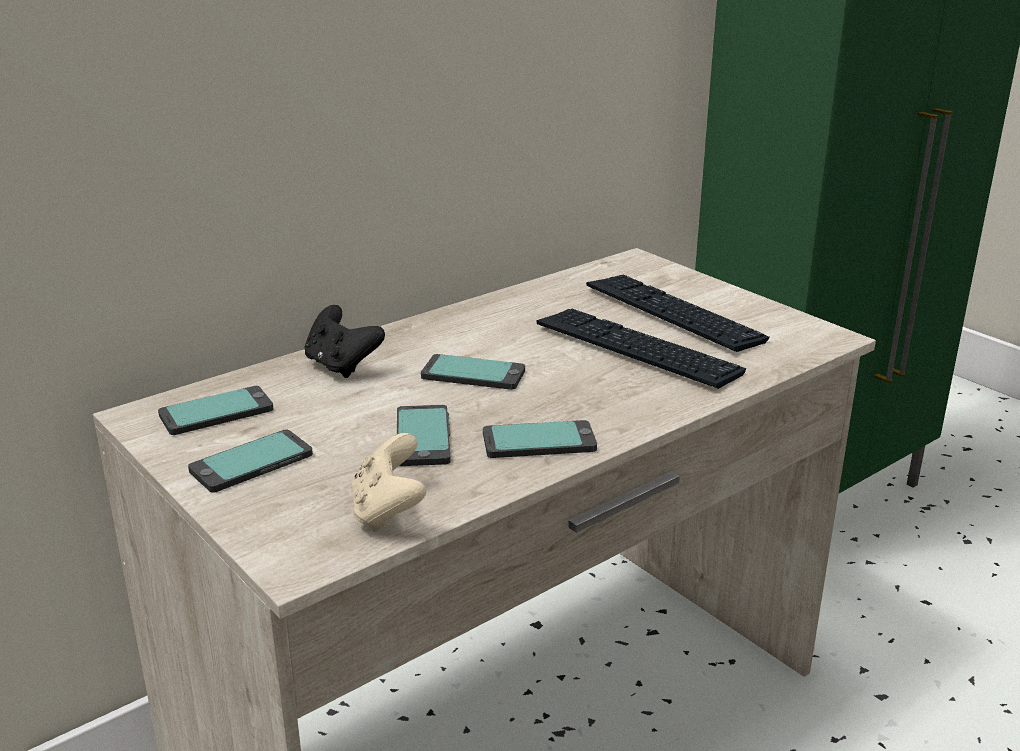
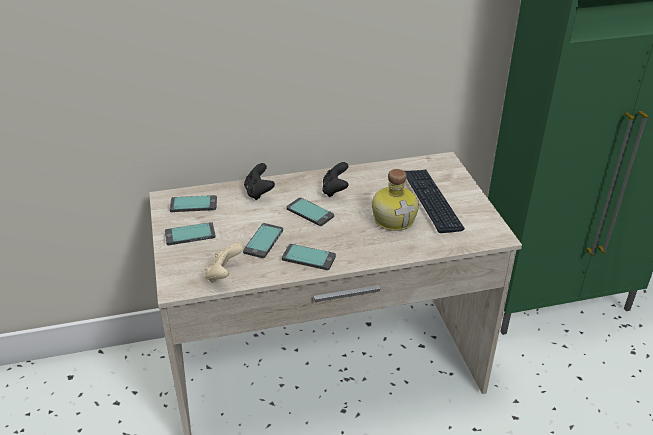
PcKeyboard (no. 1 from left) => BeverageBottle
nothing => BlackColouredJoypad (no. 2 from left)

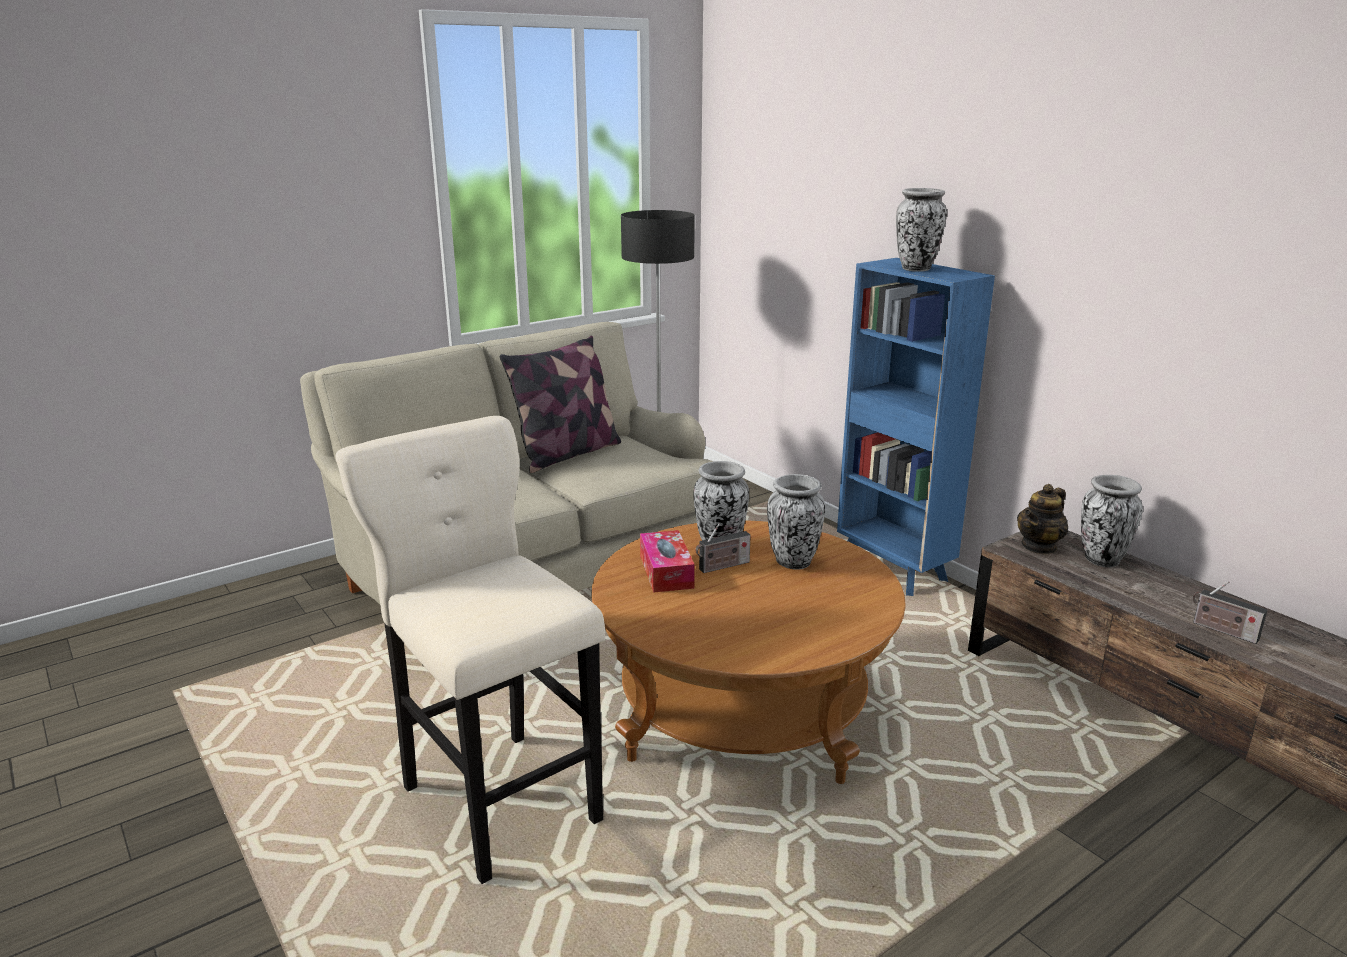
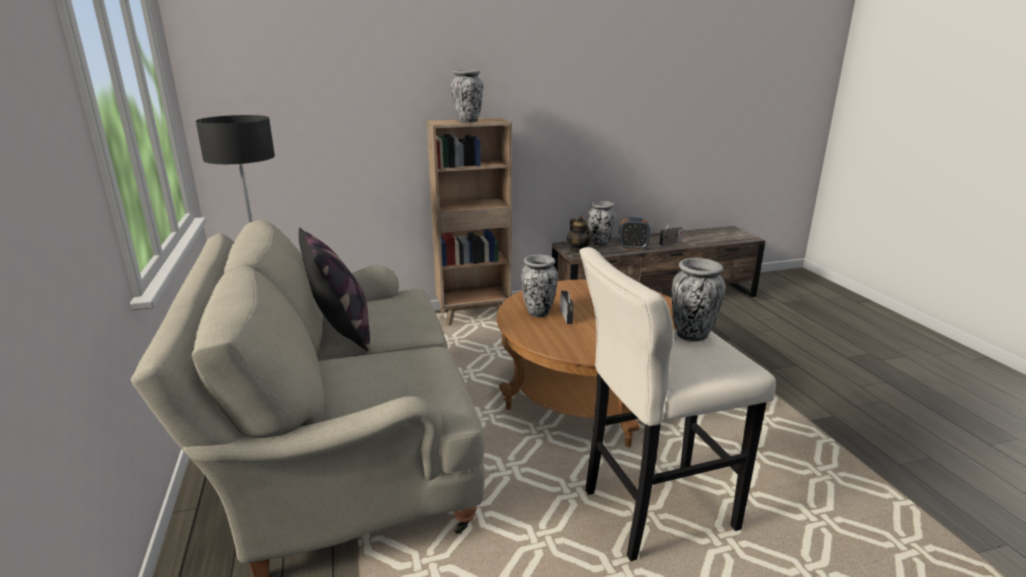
BlueBookcase => BrownBookcase
DecorativeVase (no. 2 from left in the first image) => DecorativeVase (no. 4 from left), relocated
BoxOfTissues => nothing
nothing => TableClock

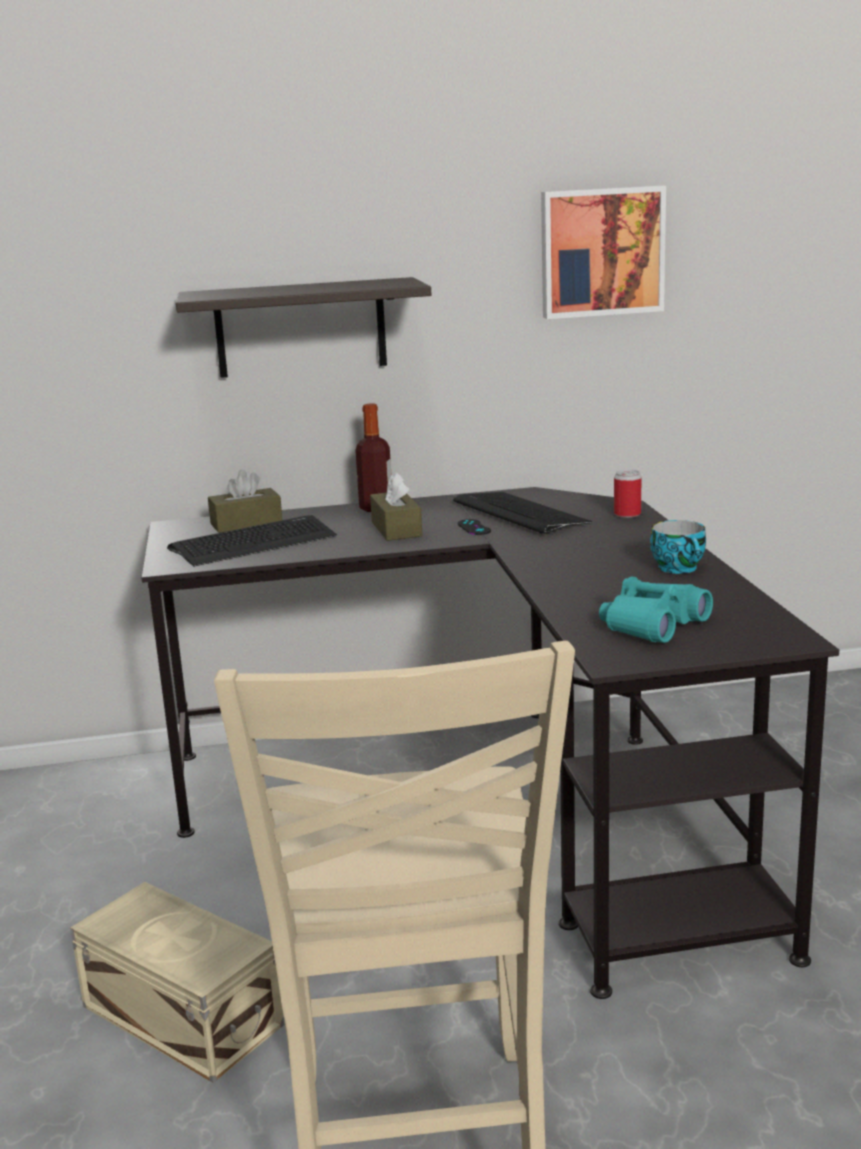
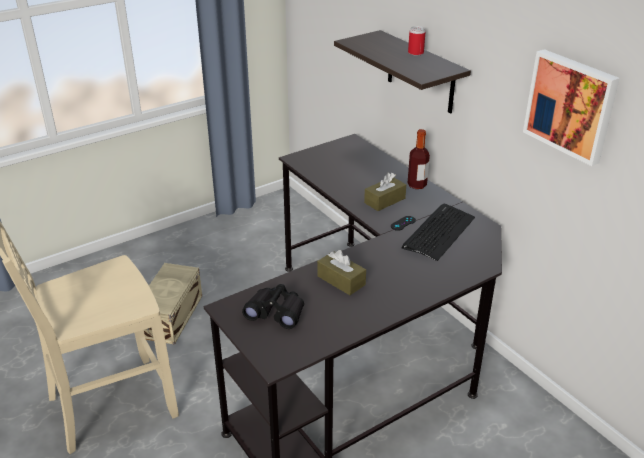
BrownBoxOfTissues (no. 1 from left), relocated
Can, relocated
PcKeyboard (no. 1 from left) => nothing
DrinkingCup => nothing
TurquoiseBinoculars => BlackColouredBinoculars

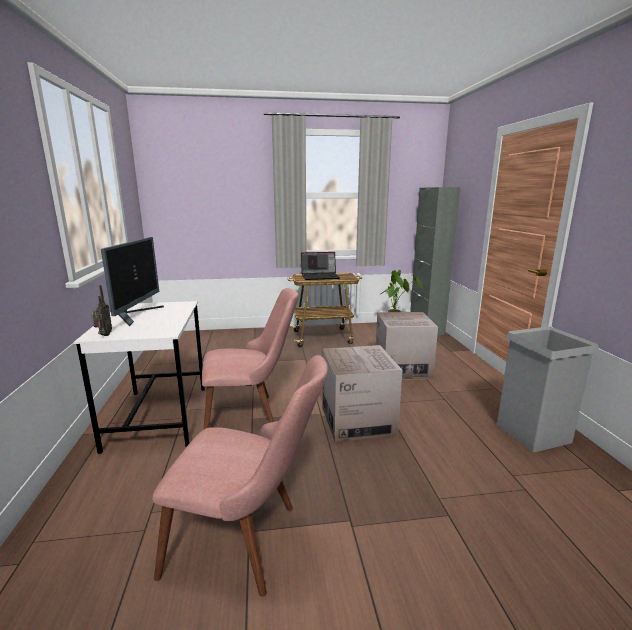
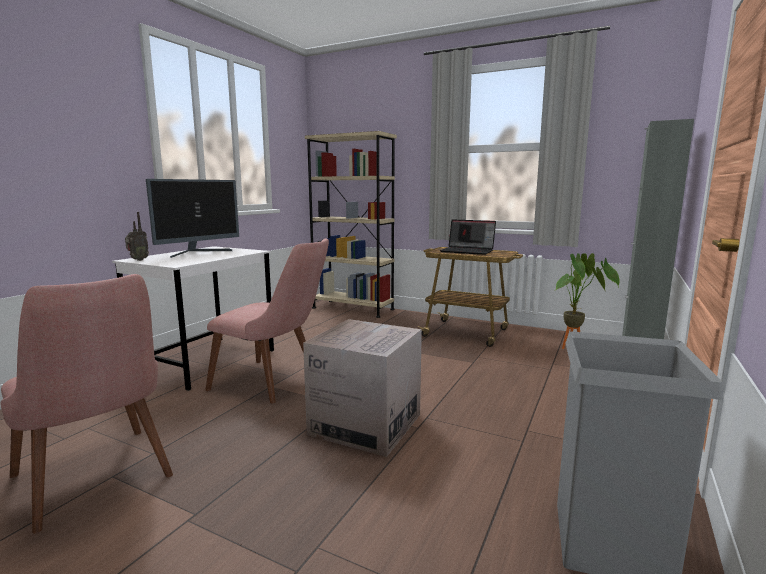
PackingBox (no. 2 from left) => nothing
nothing => BeigeColouredBookcase

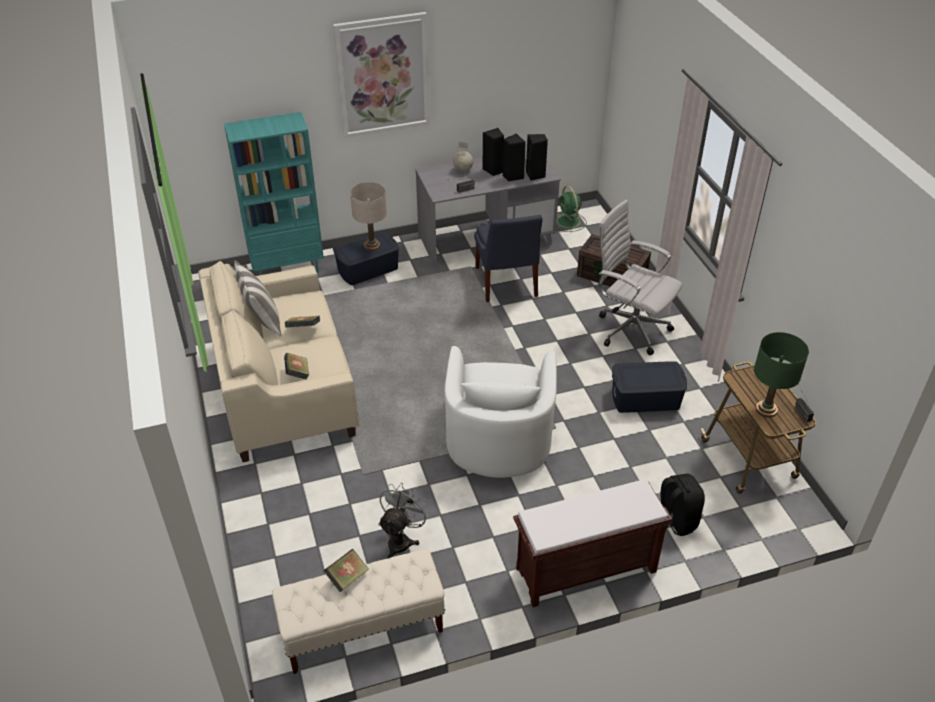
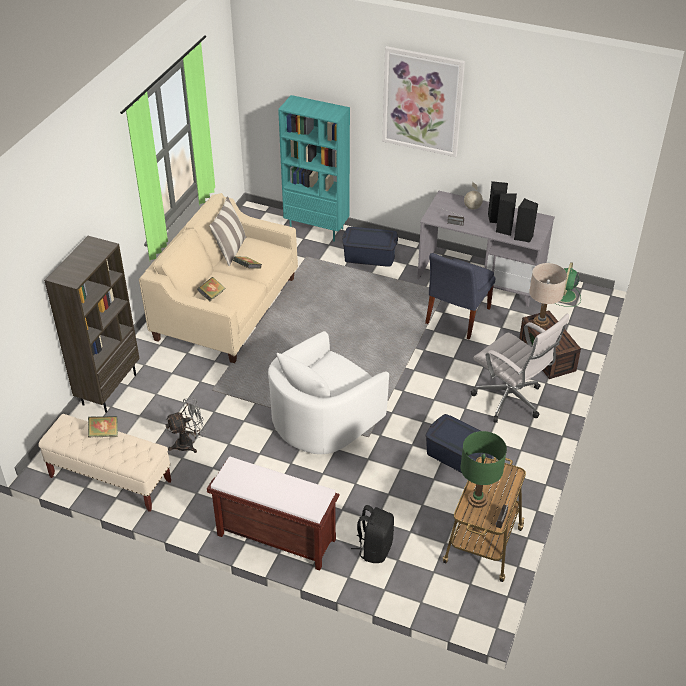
BeigeColouredLampForATable, relocated
WhiteComputerChair, 150 degrees clockwise
nothing => BrownBookcase

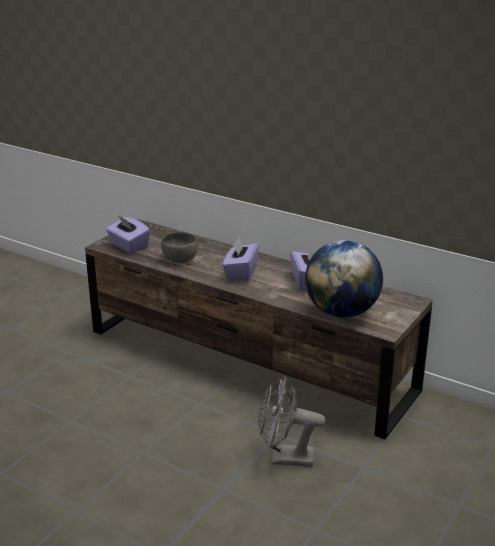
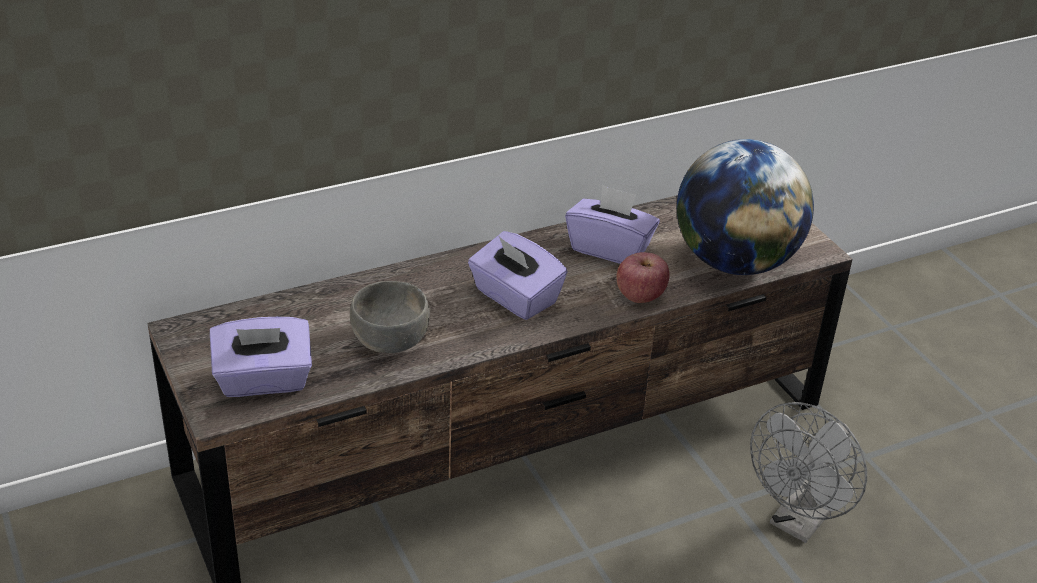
nothing => WholeApple

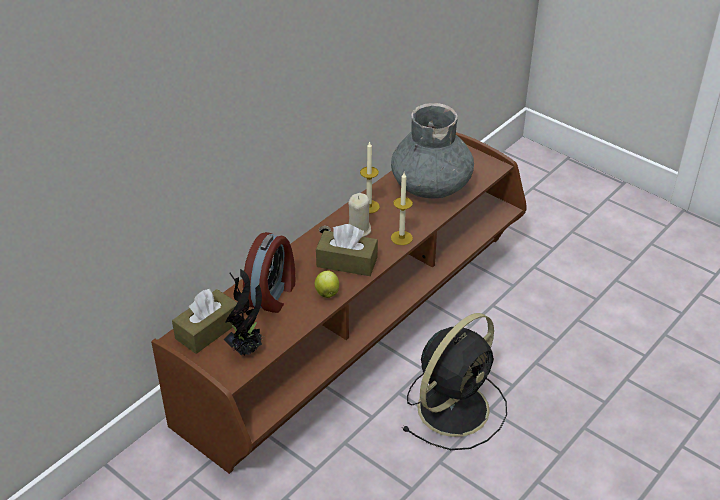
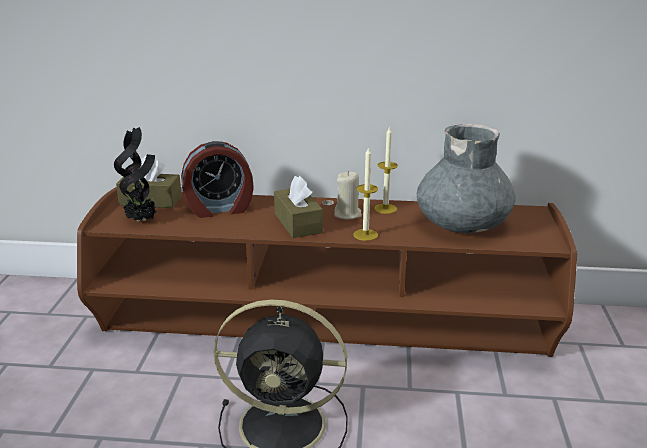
WholeApple => nothing

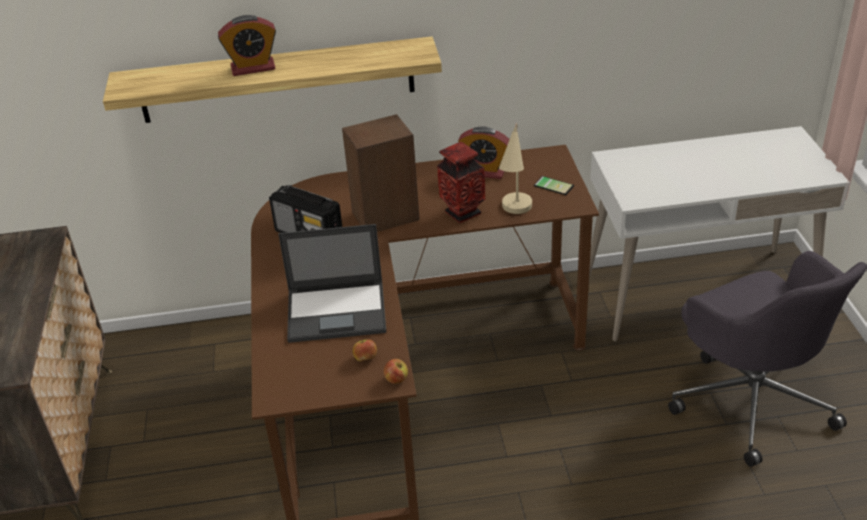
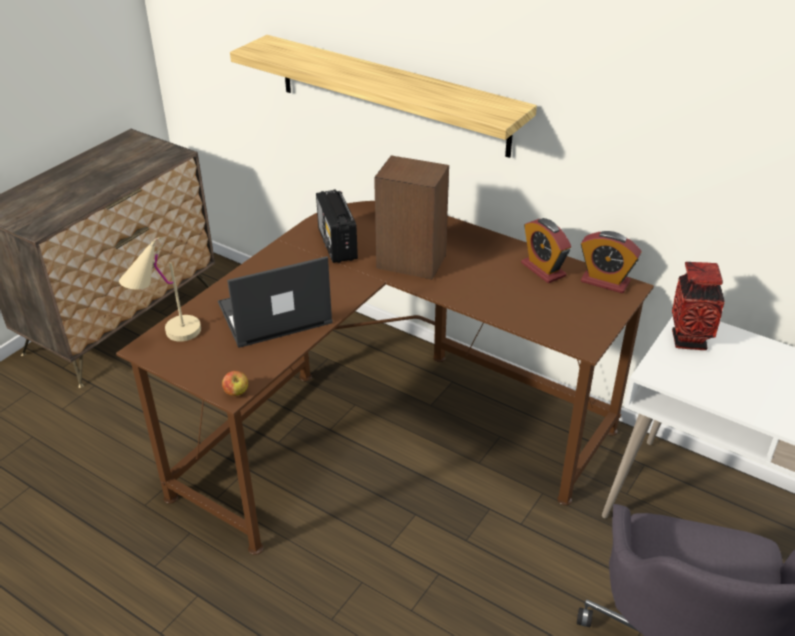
TableClock (no. 1 from left in the first image) => TableClock (no. 2 from left), relocated
BeigeColouredLampForATable, relocated
DecorativeVase, relocated
Phone => nothing
NotebookComputer, 120 degrees clockwise
WholeApple (no. 1 from left) => nothing

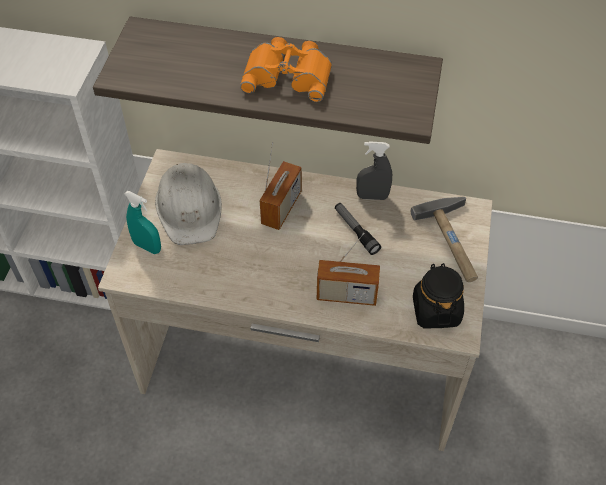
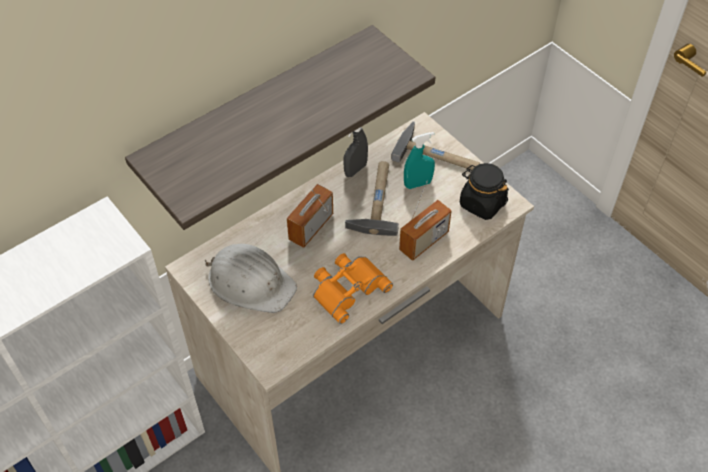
OrangeBinoculars, relocated
RadioReceiver (no. 1 from left), 120 degrees counterclockwise
TurquoiseHandSprayer, relocated
Torch => HandHammer (no. 1 from left)

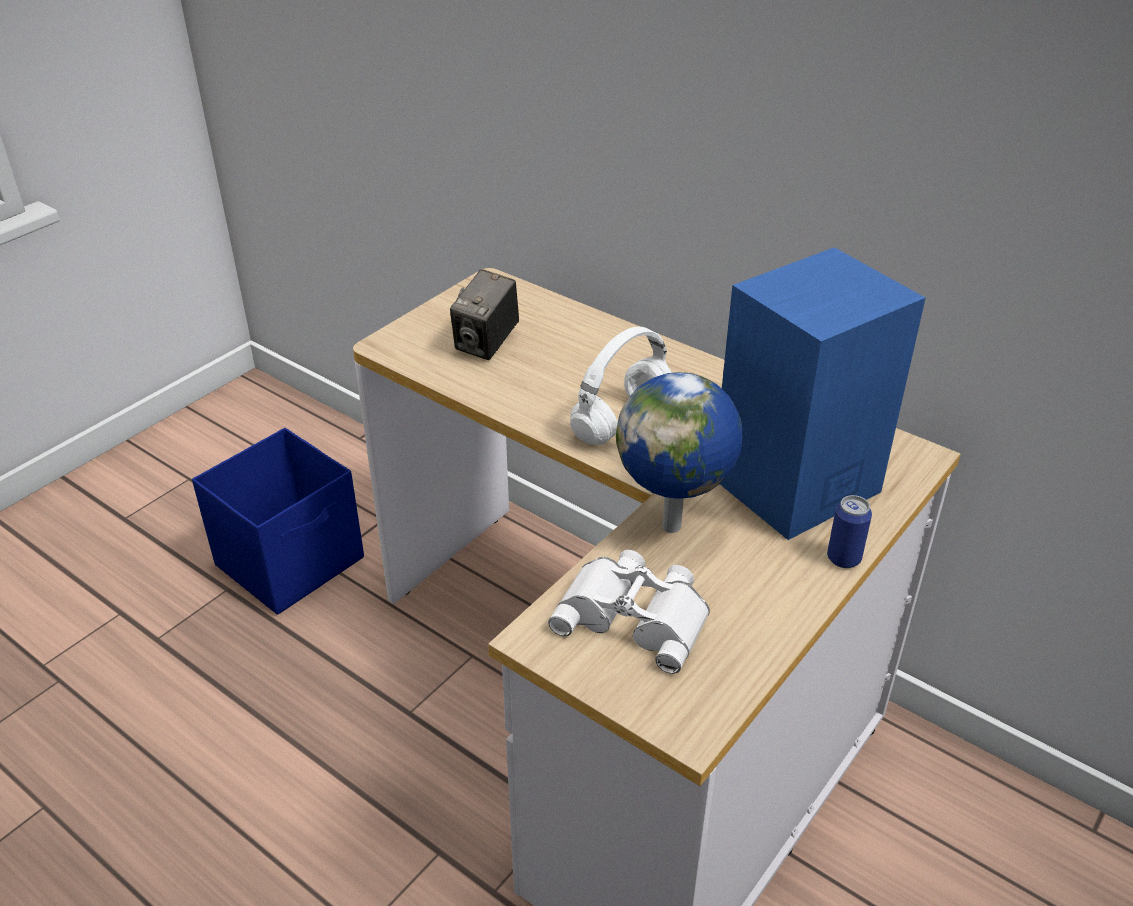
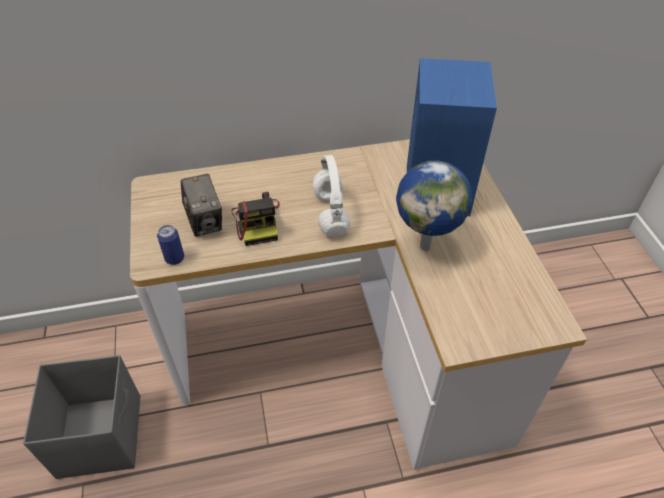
BlueStorageContainer => GrayStorageContainer
Can, relocated
WhiteBinoculars => nothing
nothing => PhotoCamera (no. 2 from left)

